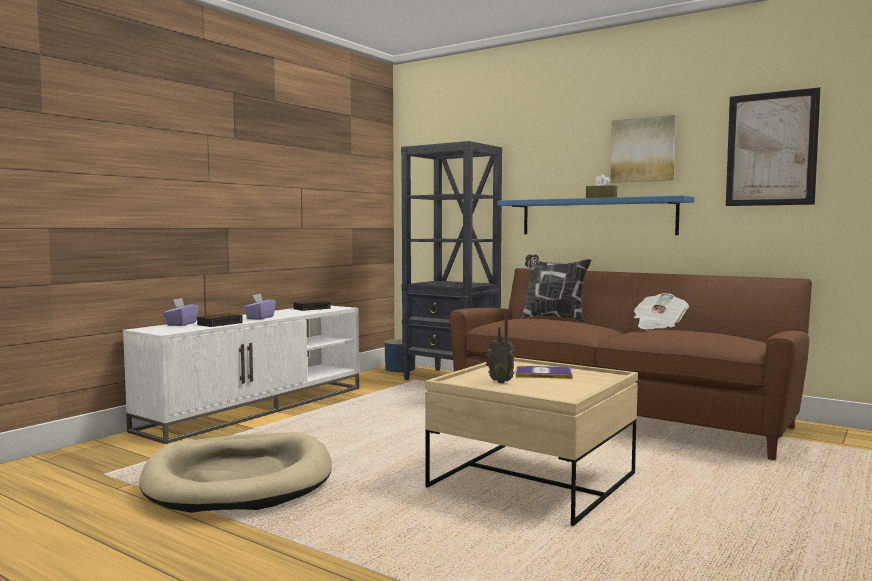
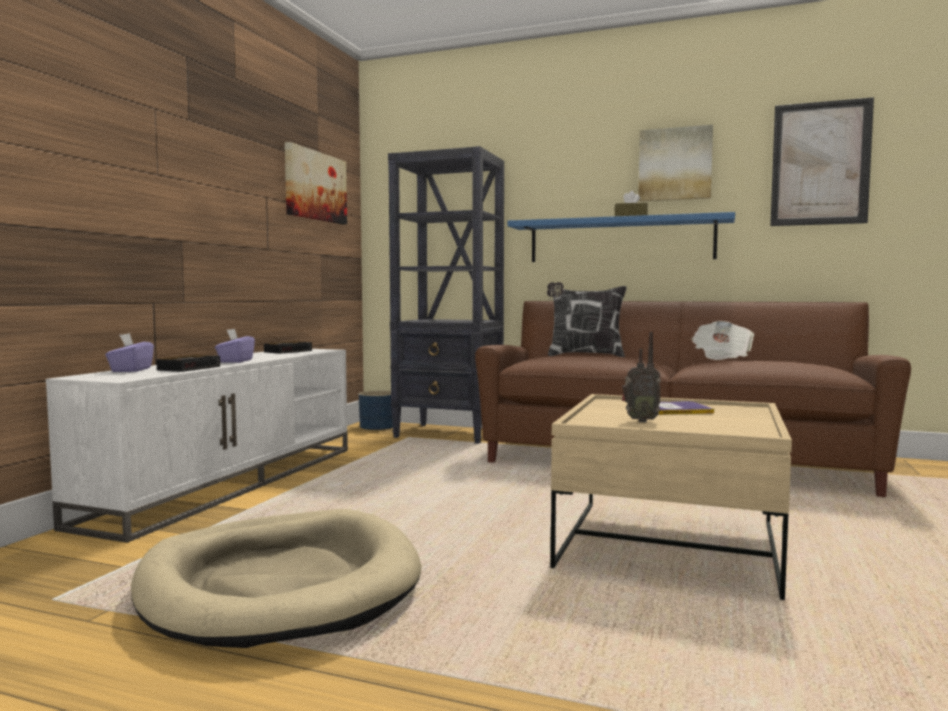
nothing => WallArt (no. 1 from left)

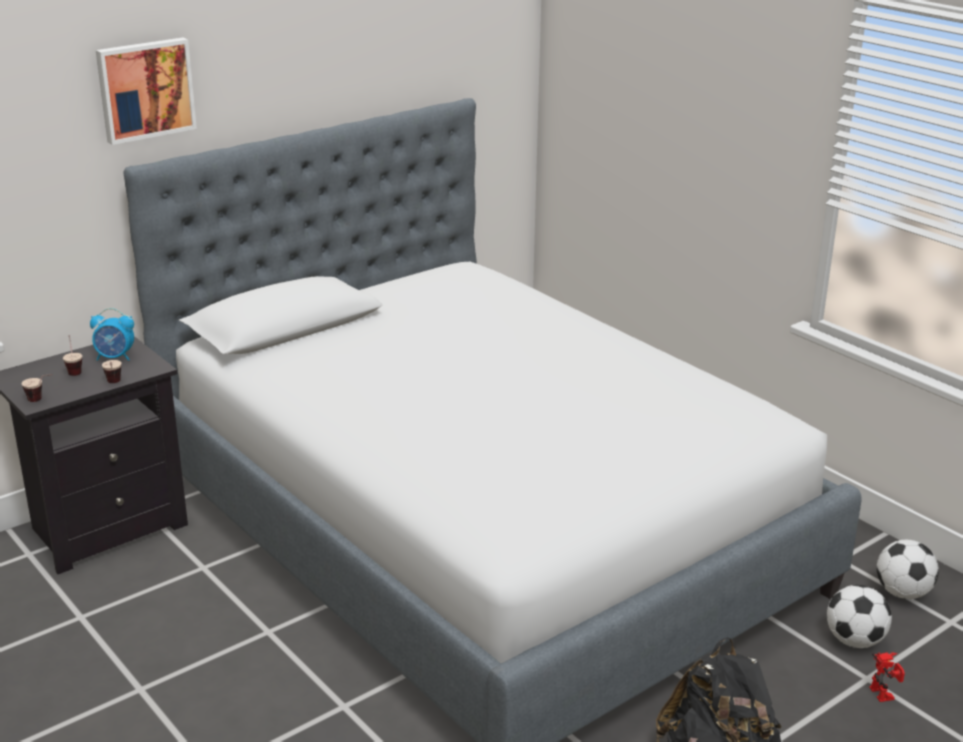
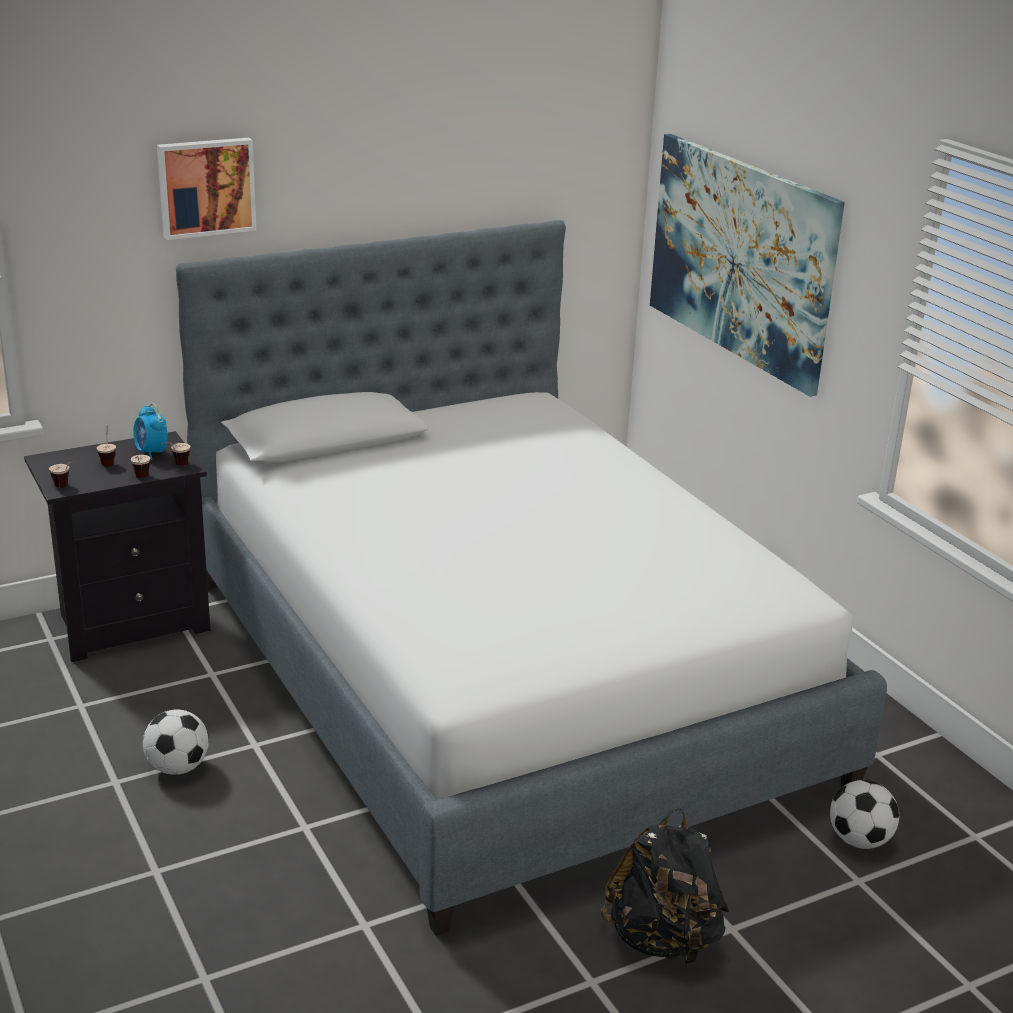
TableClock, 45 degrees clockwise
Football (no. 2 from left in the first image) => Football (no. 1 from left), relocated
ToyRobot => nothing
nothing => WallArt (no. 2 from left)
nothing => DrinkingCup (no. 4 from left)

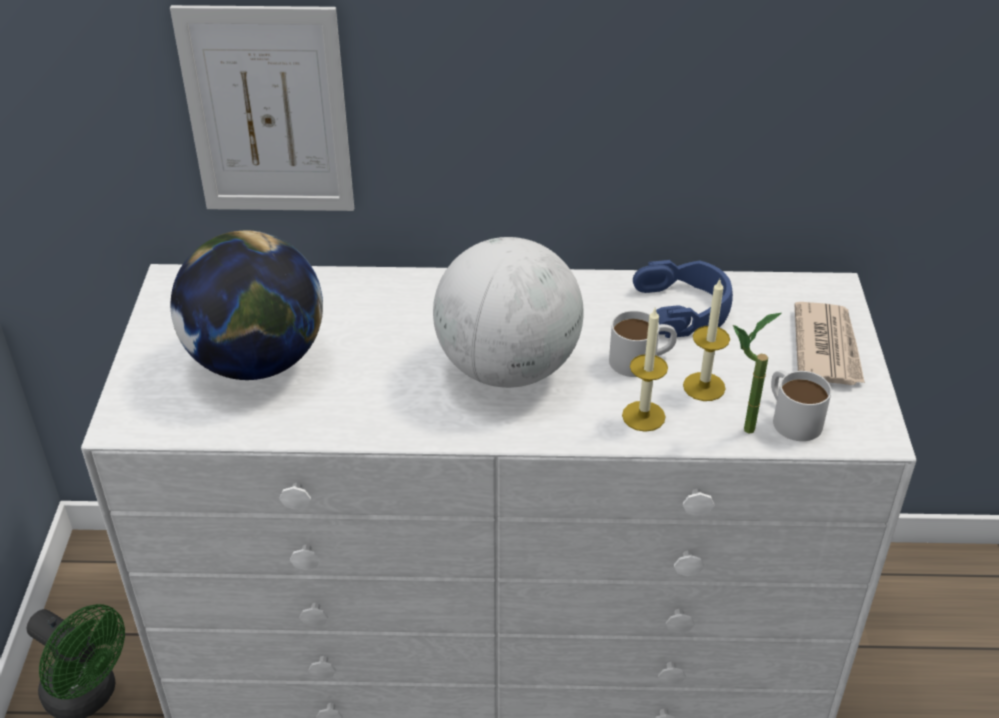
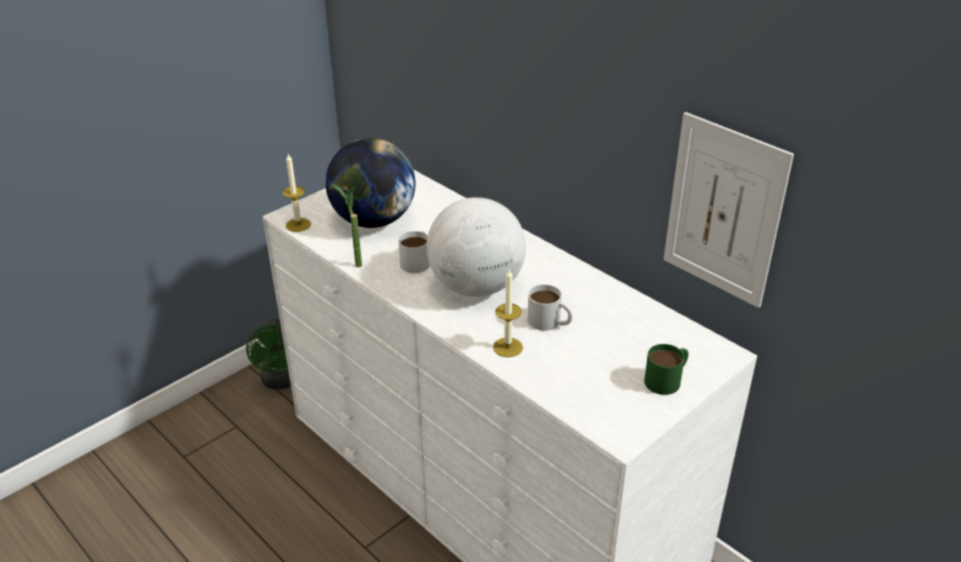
WallArt, relocated
BlueHeadset => nothing
WaxCandle (no. 2 from left in the first image) => WaxCandle (no. 1 from left), relocated
PrintedPaper => GreenishTeaMug
Houseplant, relocated
WhiteTeaMug (no. 2 from left in the first image) => WhiteTeaMug (no. 1 from left), relocated

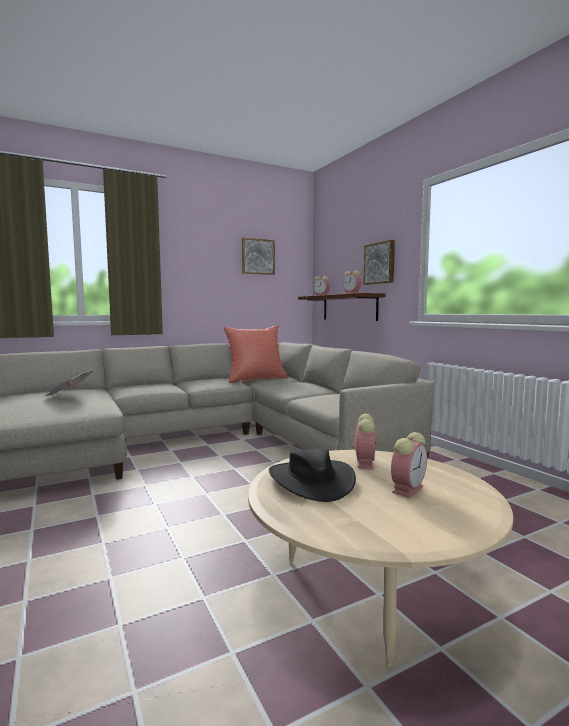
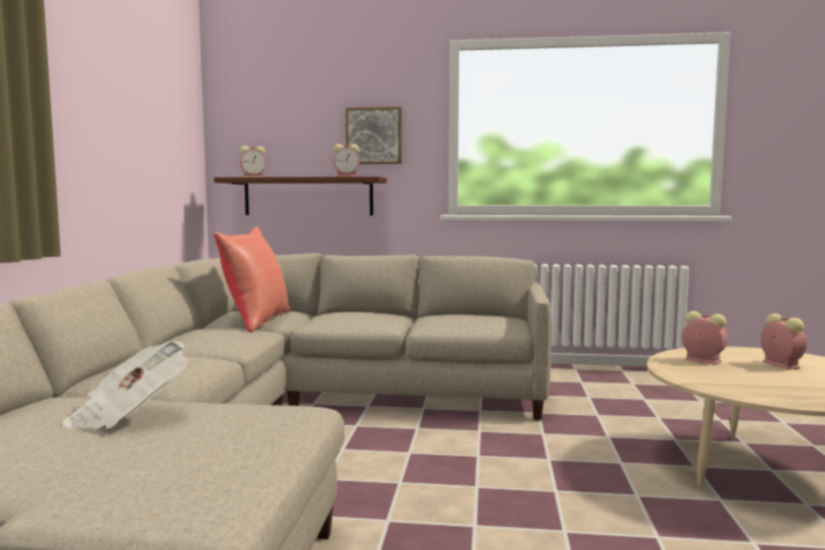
WallArt (no. 1 from left) => nothing
BlackColouredClothingHat => nothing

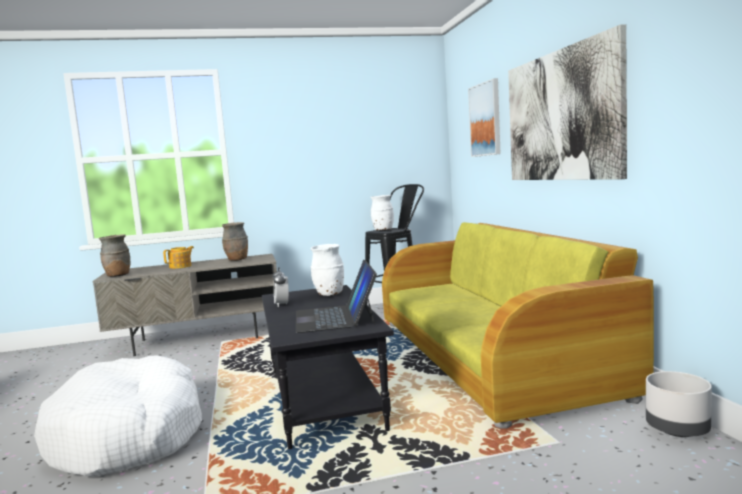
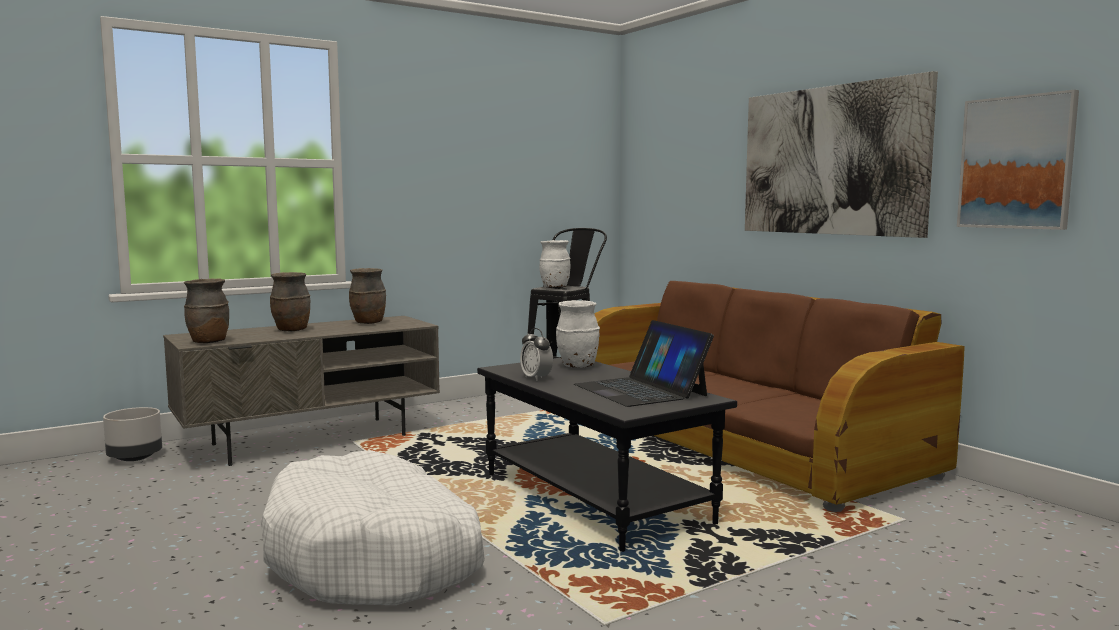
WallArt (no. 1 from left in the first image) => WallArt (no. 2 from left), relocated
GreenishSofa => BrownSofa
TeaPot => BrownDecorativeVase (no. 2 from left)
GrayFlowerPot, relocated

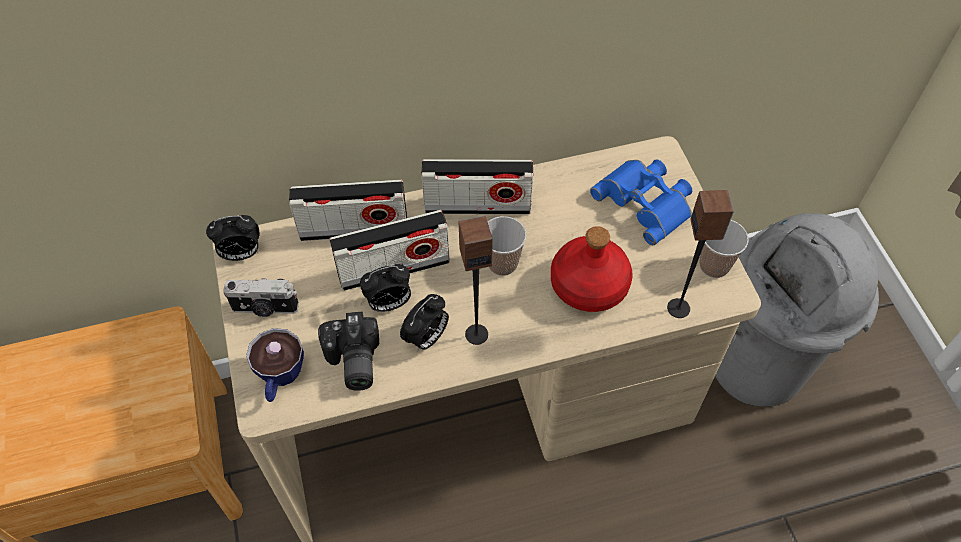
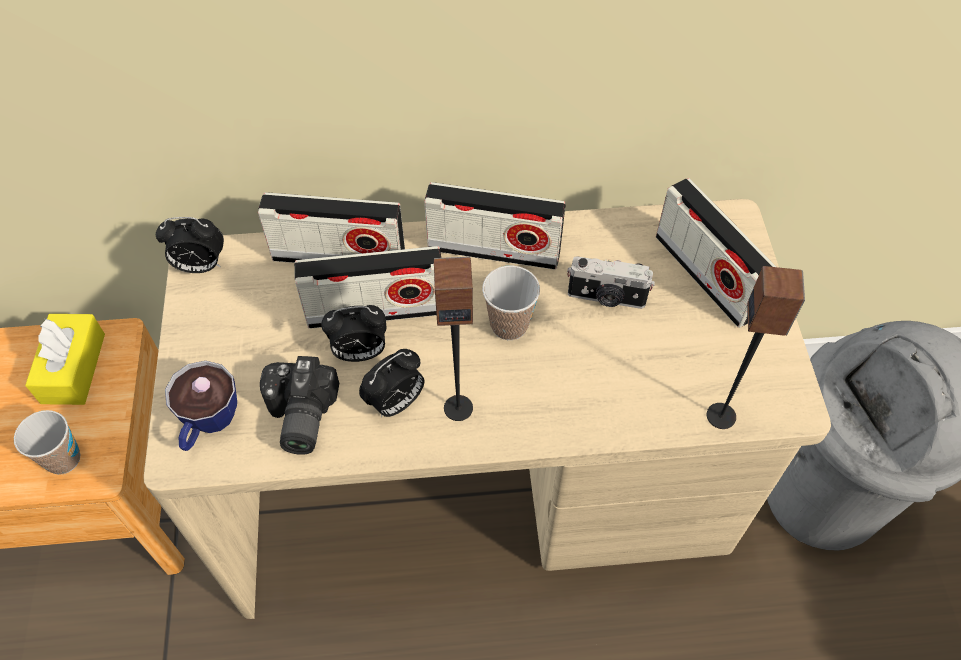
BlueBinoculars => RadioReceiver (no. 4 from left)
DrinkingCup (no. 3 from left in the first image) => DrinkingCup (no. 1 from left), relocated
RedColouredBeverageBottle => nothing
PhotoCamera (no. 1 from left in the first image) => PhotoCamera (no. 2 from left), relocated
nothing => YellowBoxOfTissues

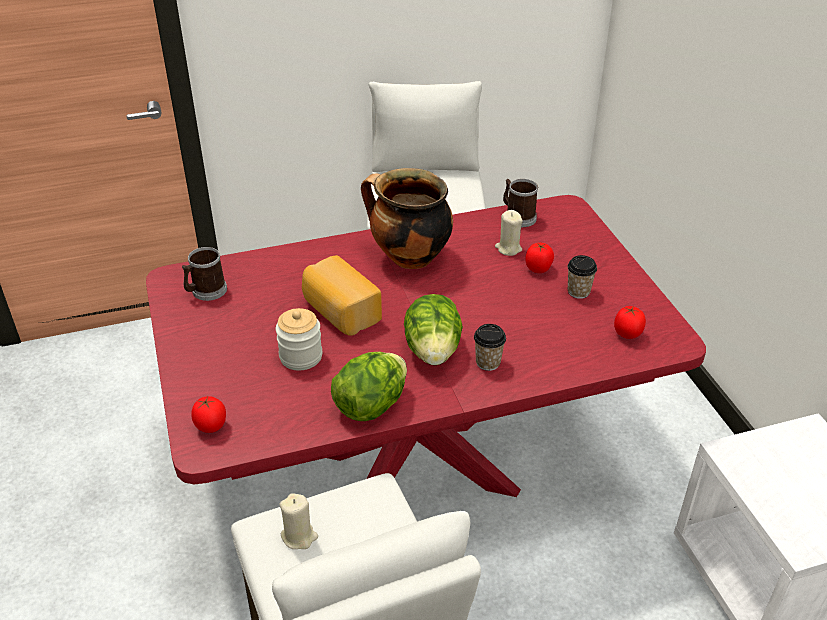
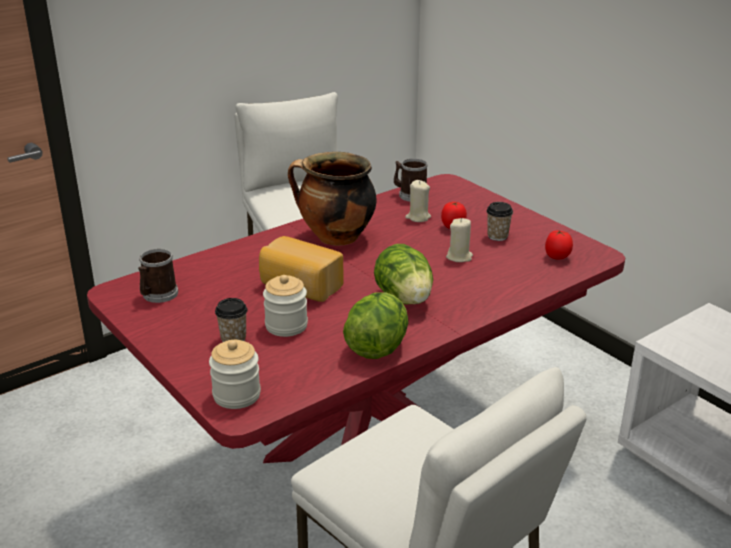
DrinkingCup (no. 1 from left), relocated
FreshTomato (no. 1 from left) => Jar (no. 1 from left)
BeigeColouredWaxCandle (no. 1 from left in the first image) => BeigeColouredWaxCandle (no. 2 from left), relocated

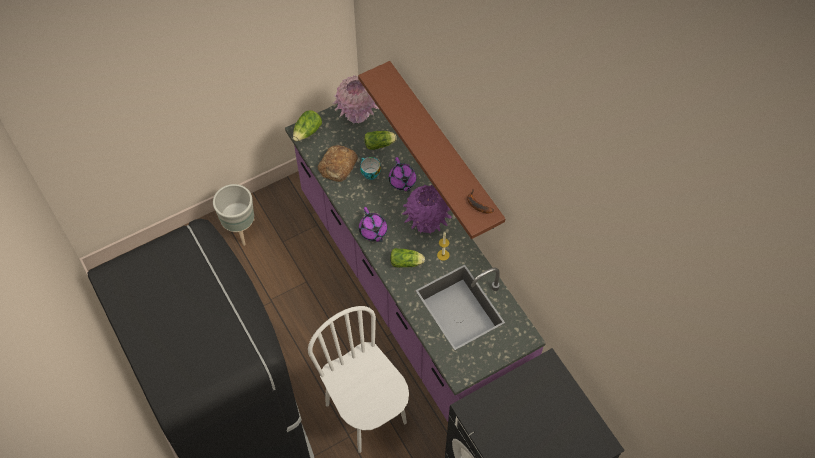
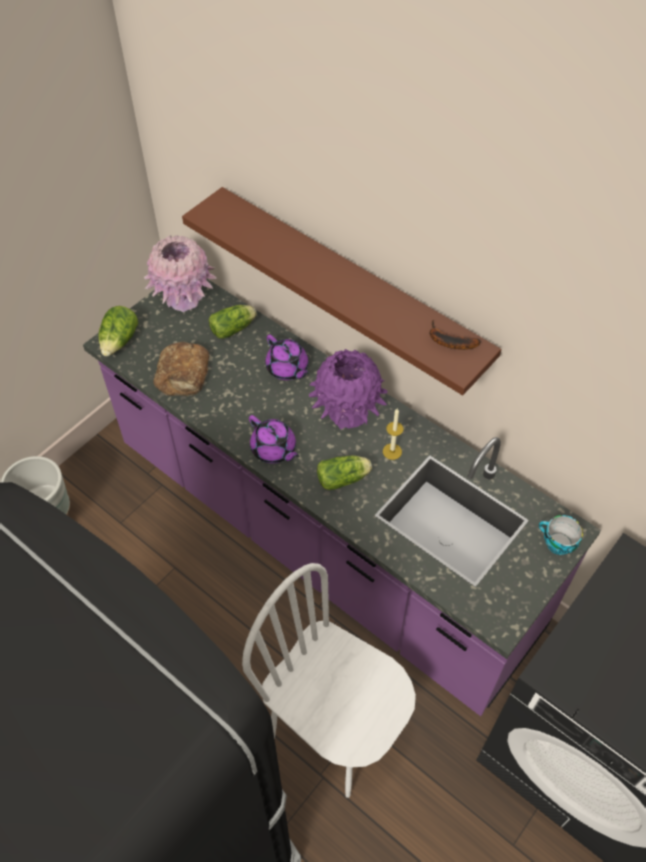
DrinkingCup, relocated

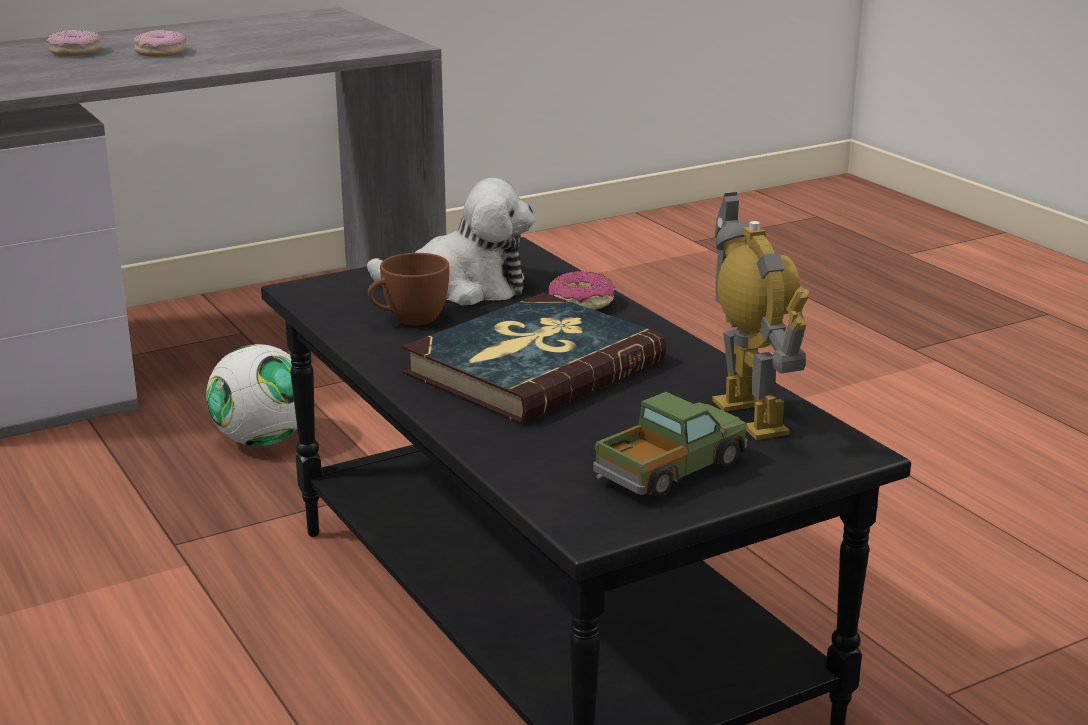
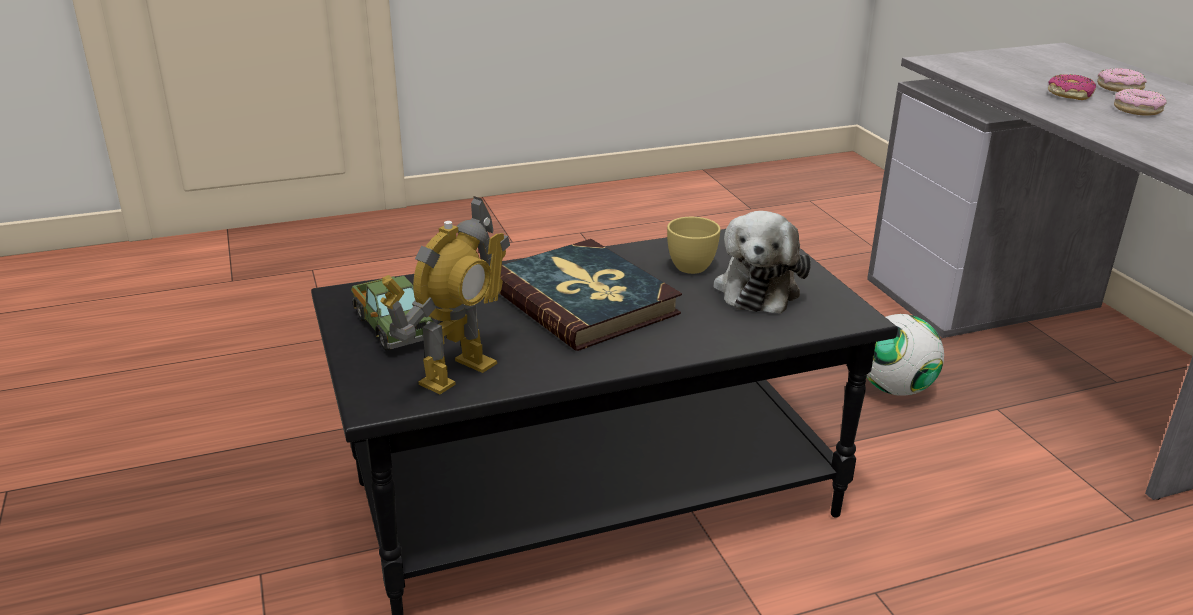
ToyRobot, 45 degrees counterclockwise
BrownDrinkingCup => YellowDrinkingCup
RingDoughnut (no. 3 from left in the first image) => RingDoughnut (no. 1 from left), relocated

